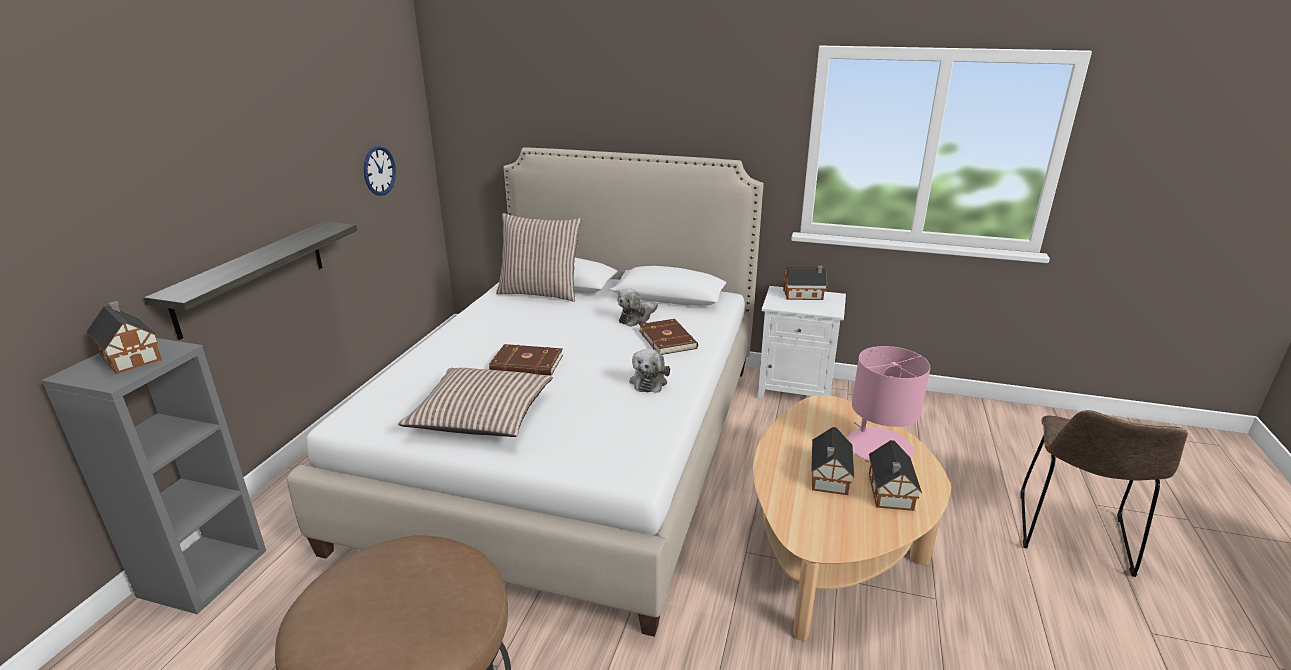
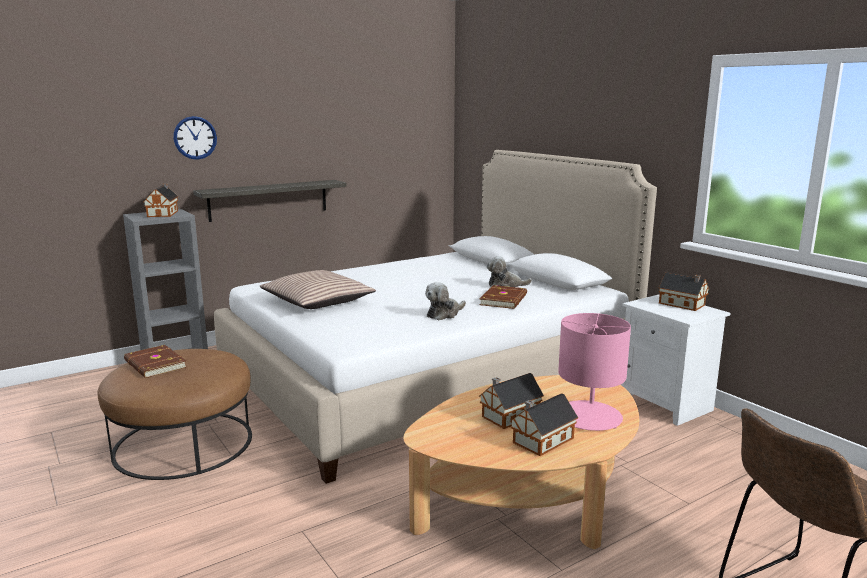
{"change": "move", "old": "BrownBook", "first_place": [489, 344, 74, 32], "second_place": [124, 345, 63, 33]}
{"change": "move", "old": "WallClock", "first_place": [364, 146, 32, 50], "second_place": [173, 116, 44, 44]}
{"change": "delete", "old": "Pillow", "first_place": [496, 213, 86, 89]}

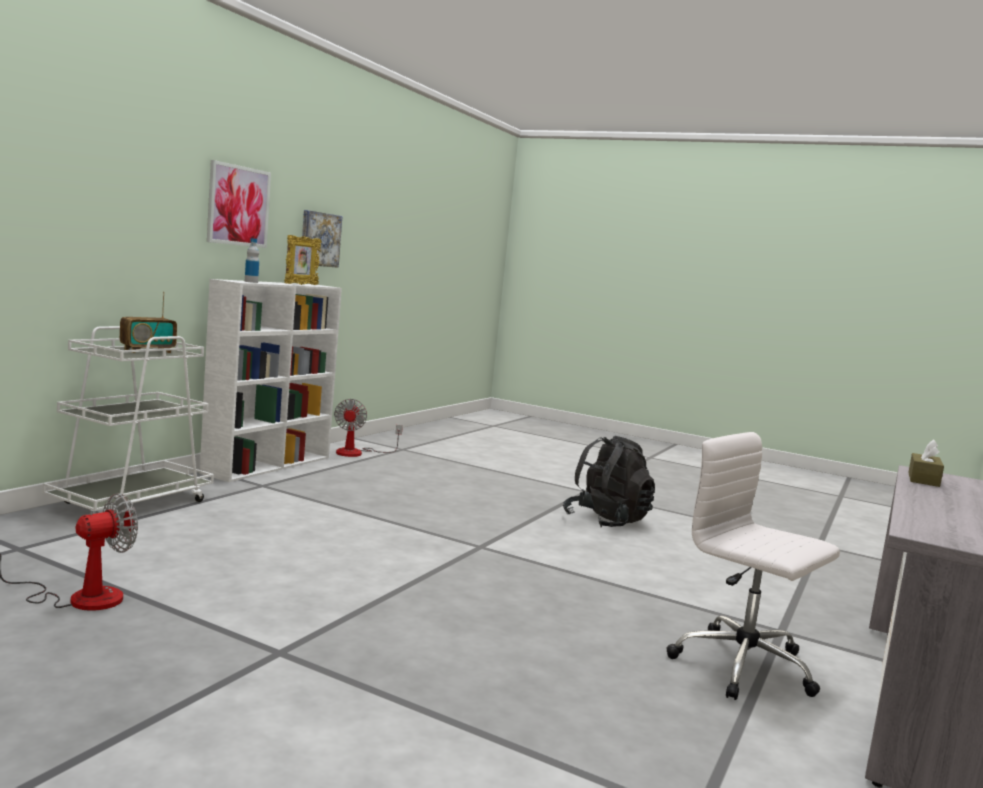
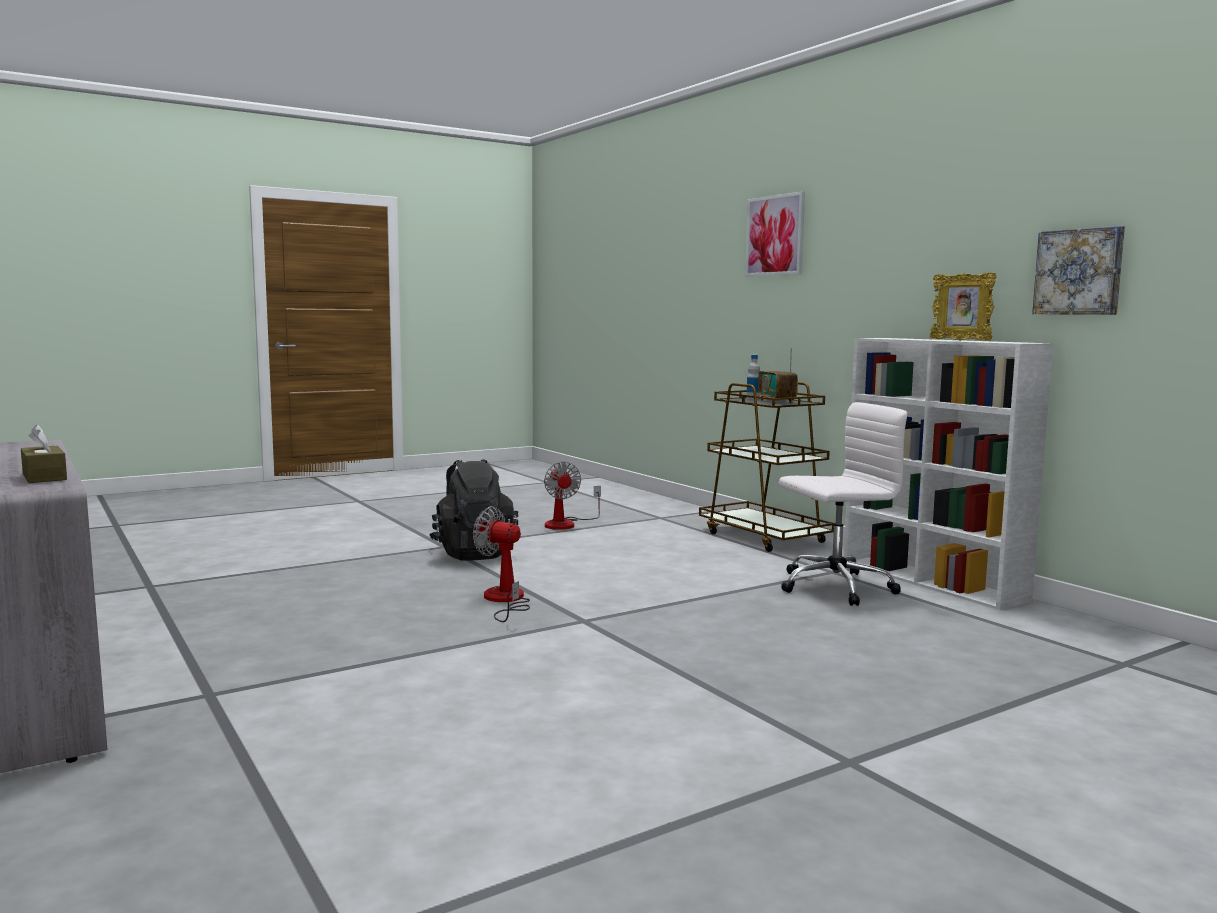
{"change": "move", "old": "BlackBackpack", "first_place": [563, 436, 92, 91], "second_place": [430, 459, 88, 102]}
{"change": "move", "old": "Fan", "first_place": [334, 399, 69, 58], "second_place": [473, 506, 57, 116]}
{"change": "recolor", "old": "WhiteCart", "new": "BrownCart", "first_place": [43, 326, 171, 185], "second_place": [699, 382, 135, 170]}
{"change": "move", "old": "Picture", "first_place": [207, 160, 64, 88], "second_place": [745, 191, 60, 86]}
{"change": "move", "old": "Bottle", "first_place": [245, 238, 14, 45], "second_place": [746, 355, 14, 44]}
{"change": "move", "old": "WhiteOfficeChair", "first_place": [666, 432, 174, 268], "second_place": [779, 402, 128, 204]}

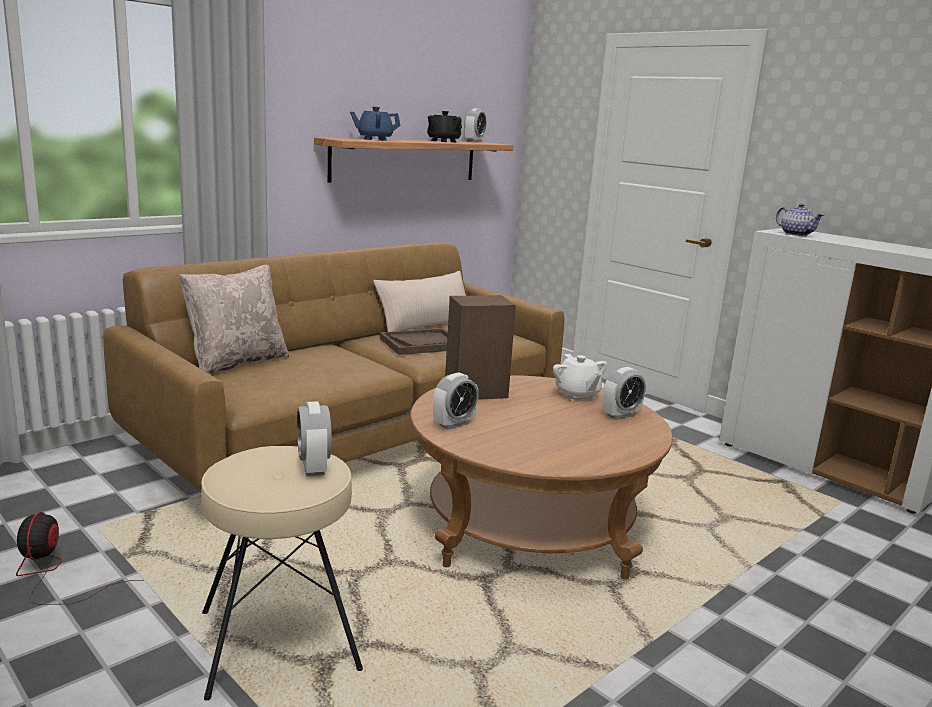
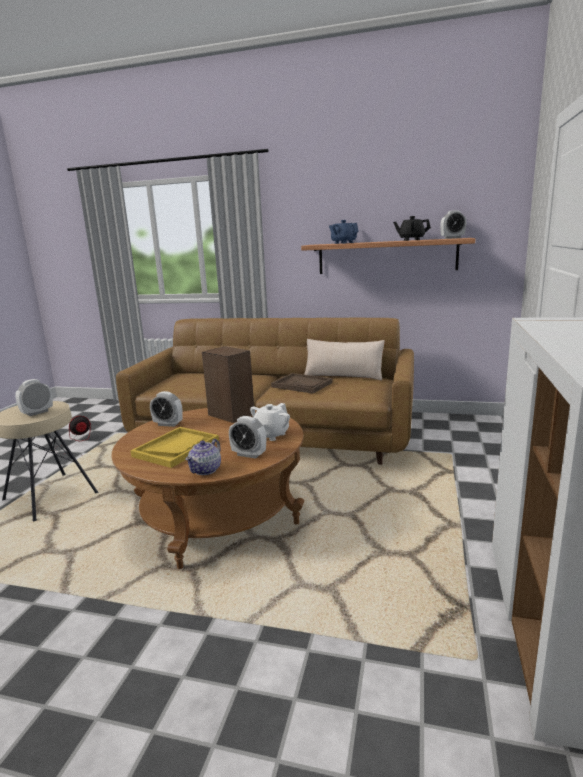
{"change": "insert", "new": "YellowTray", "second_place": [130, 427, 89, 41]}
{"change": "move", "old": "Teapot", "first_place": [776, 203, 48, 33], "second_place": [185, 439, 36, 36]}
{"change": "delete", "old": "BeigePillow", "first_place": [180, 265, 109, 108]}

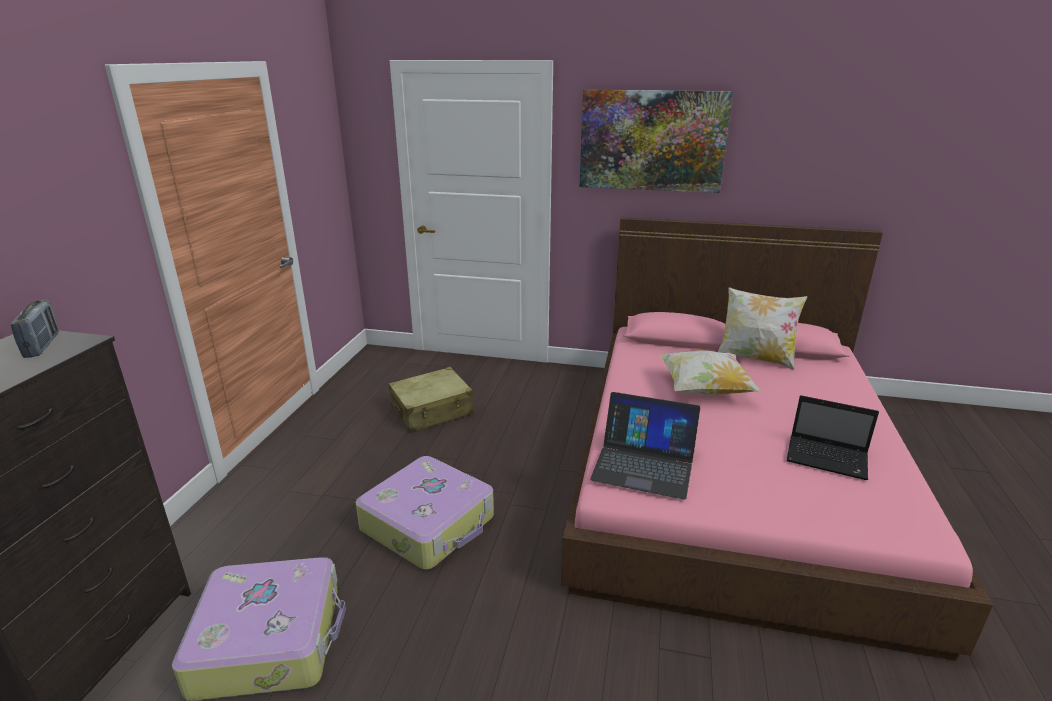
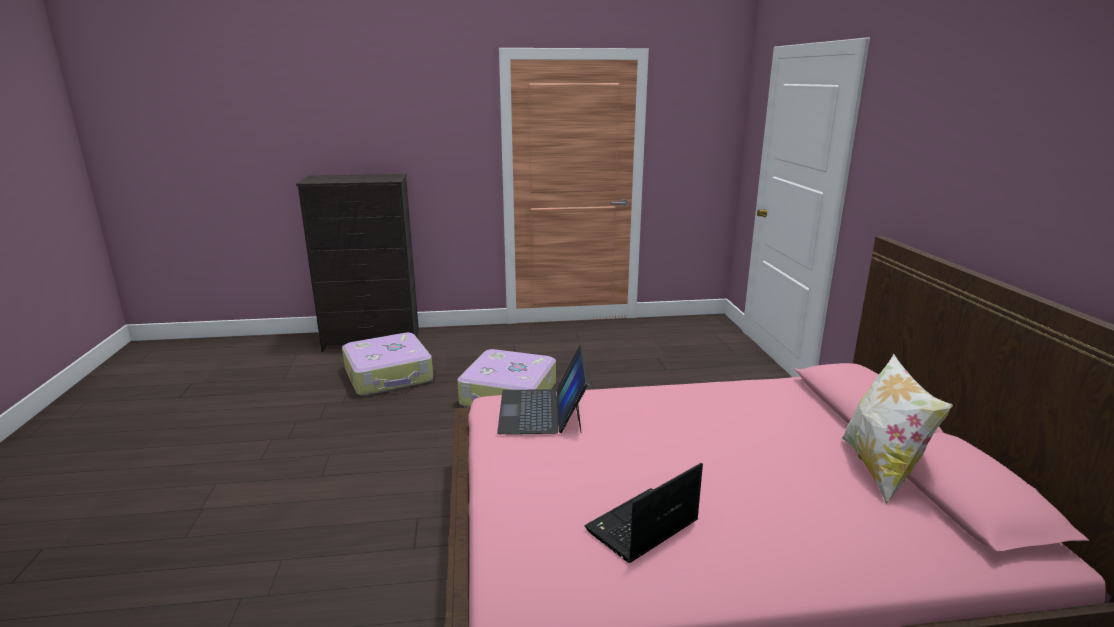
{"change": "rotate", "old": "Laptop", "first_place": [787, 395, 92, 85], "second_place": [585, 463, 118, 100], "degrees": 45}
{"change": "delete", "old": "Radio", "first_place": [10, 300, 49, 58]}
{"change": "delete", "old": "BeigeSuitcase", "first_place": [388, 367, 86, 66]}
{"change": "delete", "old": "Picture", "first_place": [580, 89, 153, 104]}
{"change": "delete", "old": "Pillow", "first_place": [659, 350, 102, 45]}

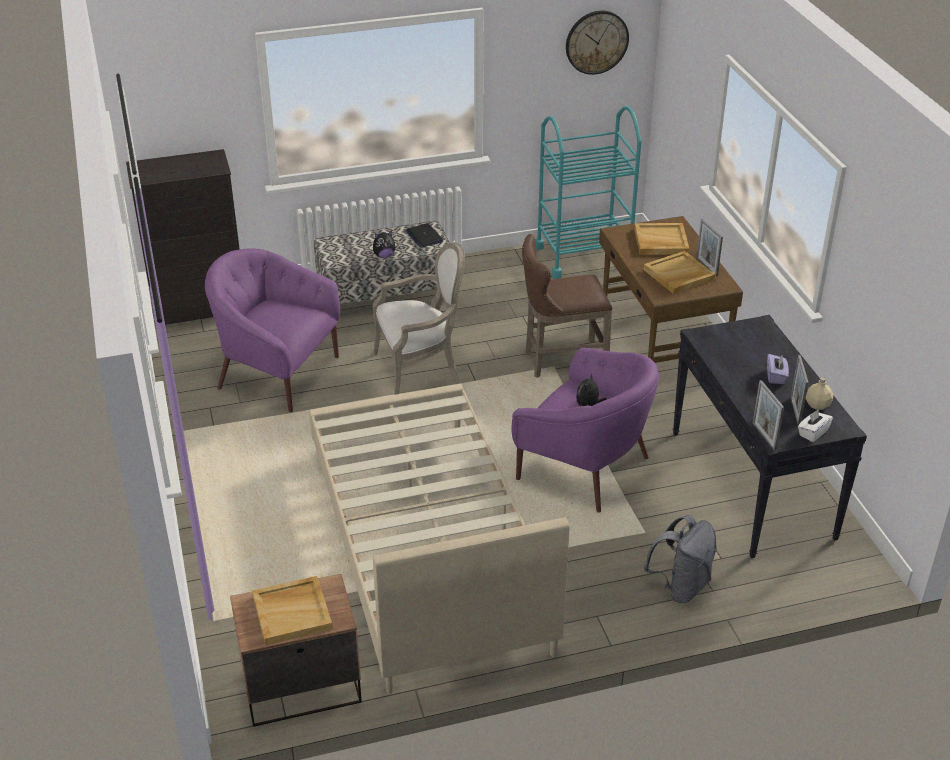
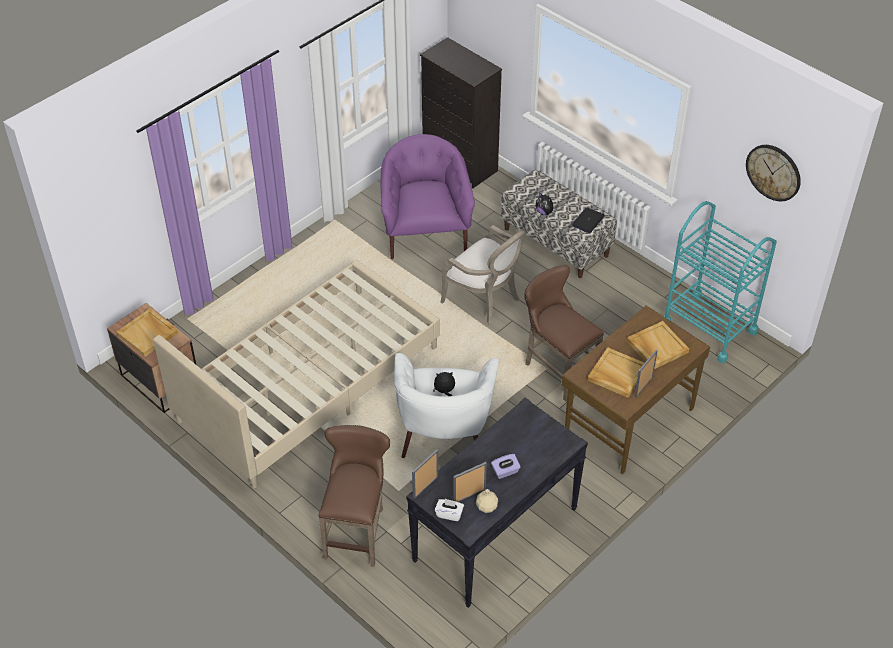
{"change": "replace", "old": "GreyBackpack", "new": "BrownStool", "first_place": [644, 515, 73, 88], "second_place": [319, 425, 71, 142]}
{"change": "recolor", "old": "PurpleArmchair", "new": "WhiteArmchair", "first_place": [511, 348, 148, 165], "second_place": [394, 353, 105, 105]}

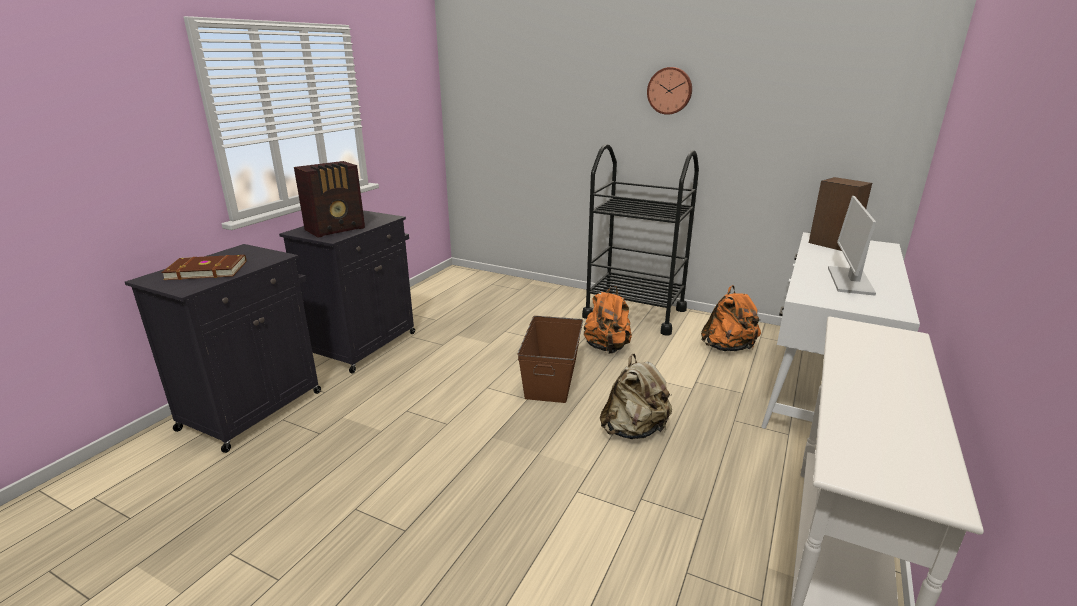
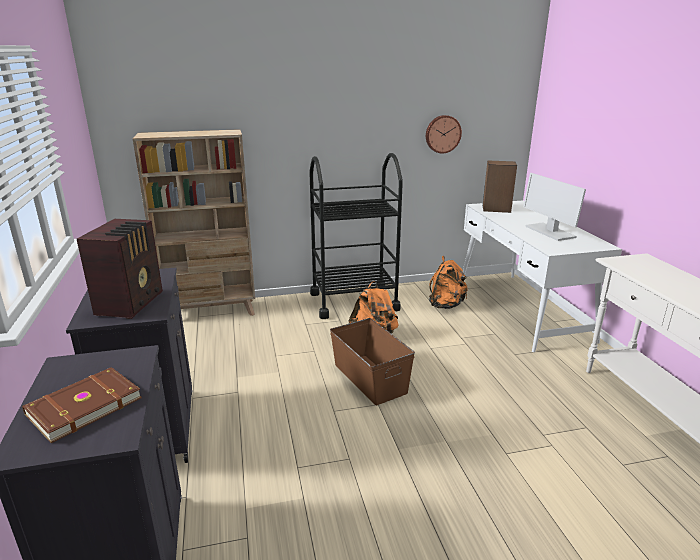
{"change": "insert", "new": "BeigeBookcase", "second_place": [133, 129, 122, 187]}
{"change": "move", "old": "WallClock", "first_place": [647, 67, 45, 48], "second_place": [426, 115, 36, 39]}
{"change": "delete", "old": "BeigeBackpack", "first_place": [600, 354, 72, 85]}

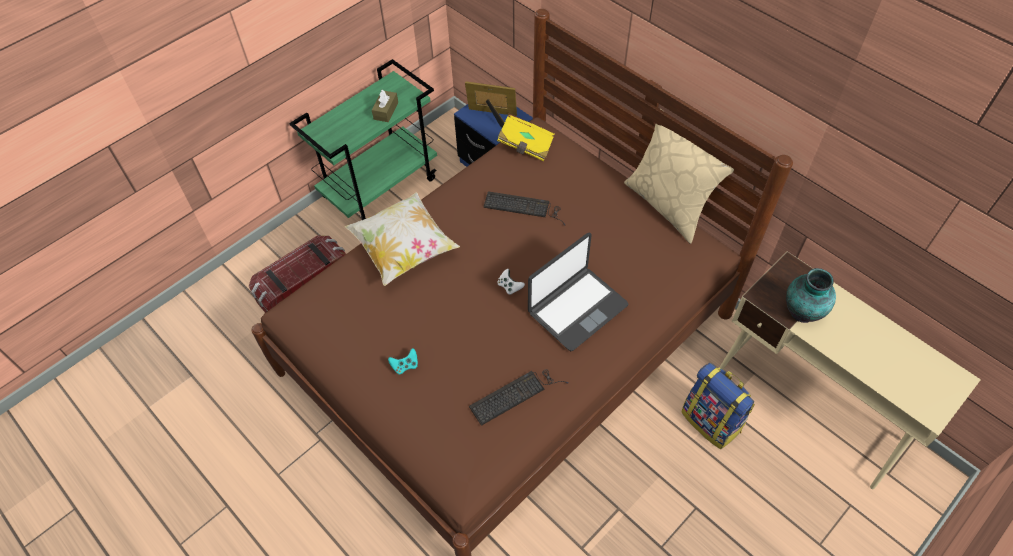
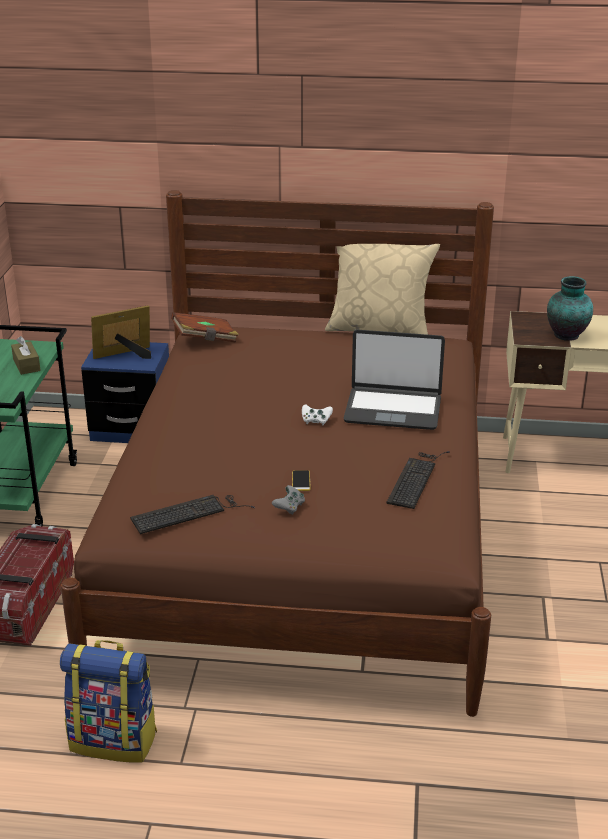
{"change": "move", "old": "Backpack", "first_place": [681, 363, 74, 86], "second_place": [60, 640, 97, 123]}
{"change": "move", "old": "Keyboard", "first_place": [483, 191, 82, 34], "second_place": [130, 495, 125, 39]}
{"change": "recolor", "old": "YellowBook", "new": "BrownBook", "first_place": [497, 113, 57, 48], "second_place": [171, 312, 68, 31]}
{"change": "recolor", "old": "TurquoiseGameController", "new": "GreyGameController", "first_place": [388, 348, 30, 26], "second_place": [272, 485, 33, 30]}
{"change": "insert", "new": "Phone", "second_place": [292, 470, 19, 21]}
{"change": "rotate", "old": "Laptop", "first_place": [528, 233, 100, 118], "second_place": [343, 330, 102, 100], "degrees": 90}
{"change": "delete", "old": "Pillow", "first_place": [345, 192, 115, 94]}

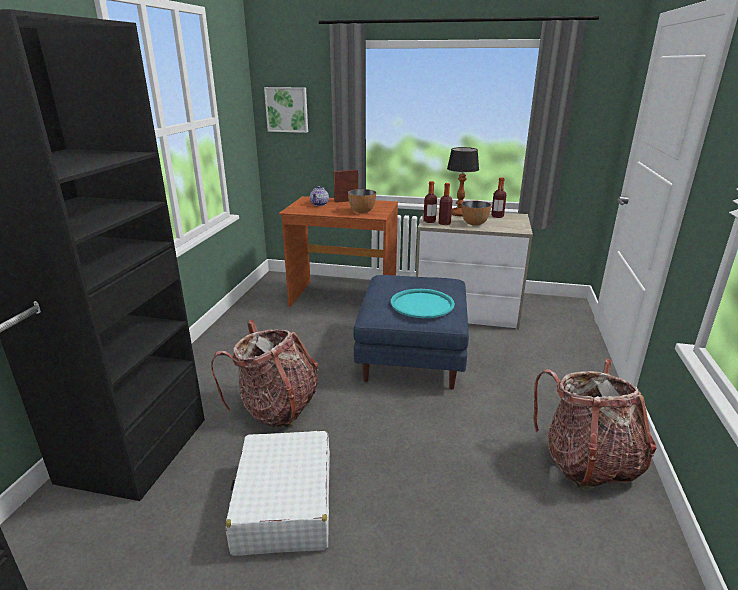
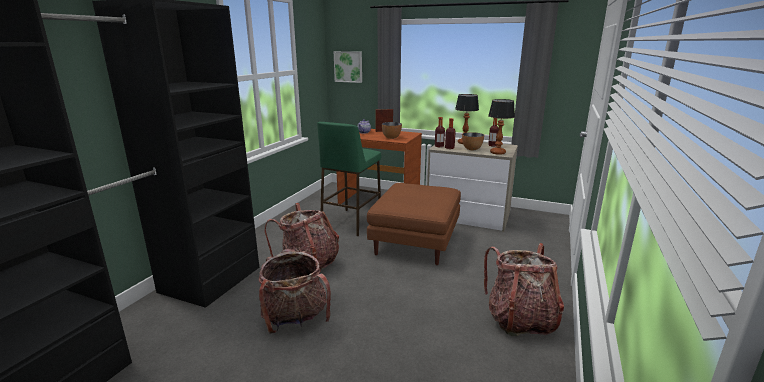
{"change": "replace", "old": "WhiteSuitcase", "new": "Backpack", "first_place": [226, 431, 104, 125], "second_place": [259, 249, 72, 85]}
{"change": "insert", "new": "GreenStool", "second_place": [317, 122, 64, 114]}
{"change": "recolor", "old": "BlueOttoman", "new": "BrownOttoman", "first_place": [353, 275, 116, 114], "second_place": [367, 183, 94, 82]}
{"change": "insert", "new": "TableLamp", "second_place": [488, 99, 27, 56]}
{"change": "delete", "old": "TurquoiseTray", "first_place": [391, 289, 64, 29]}

